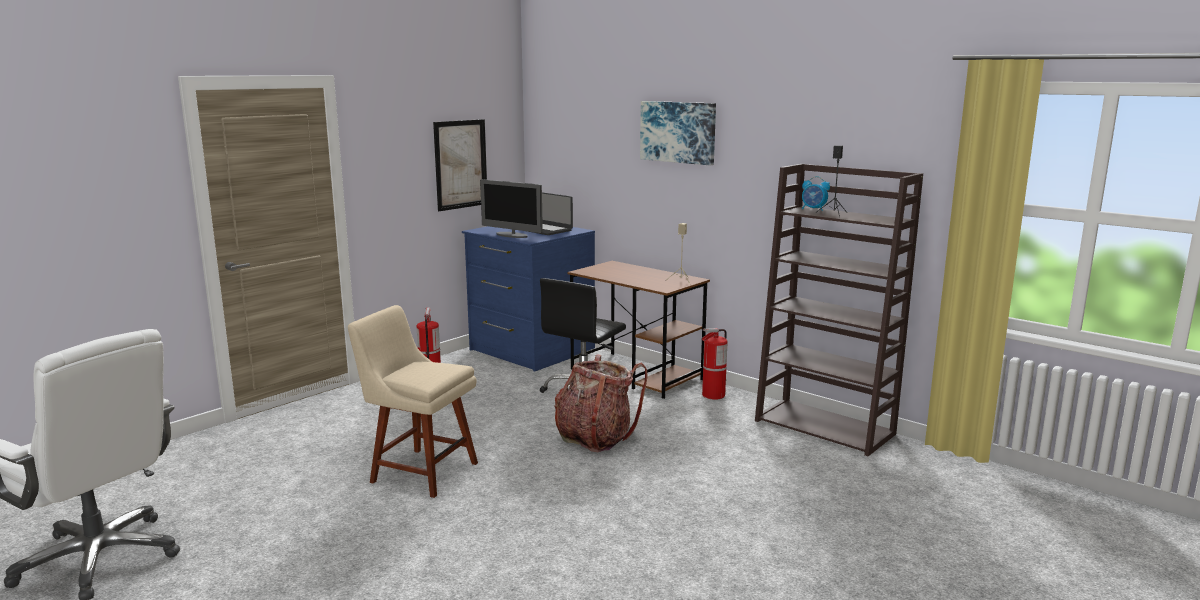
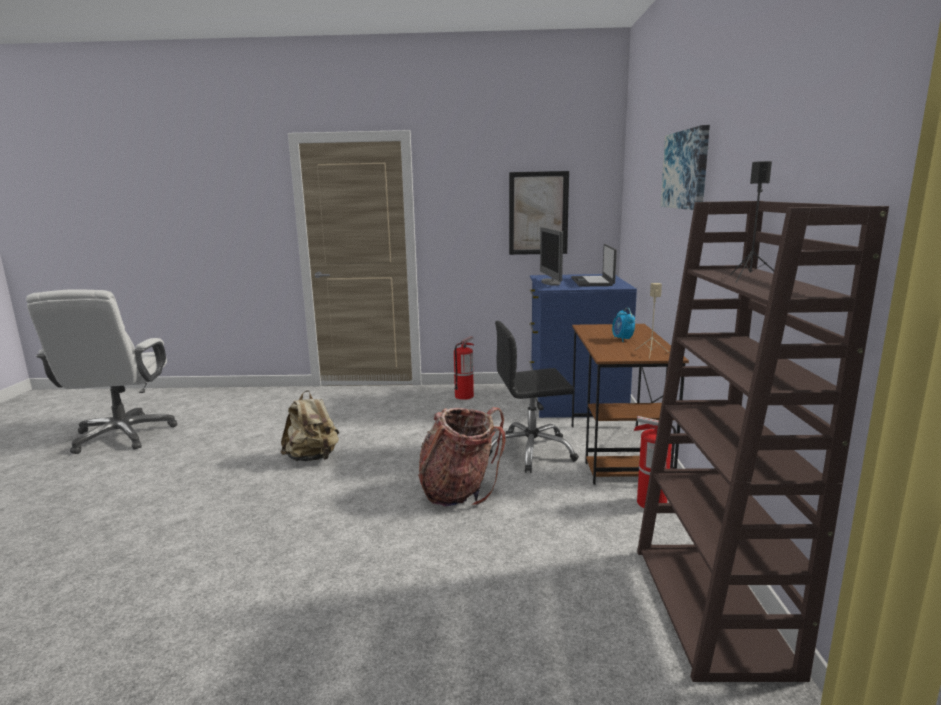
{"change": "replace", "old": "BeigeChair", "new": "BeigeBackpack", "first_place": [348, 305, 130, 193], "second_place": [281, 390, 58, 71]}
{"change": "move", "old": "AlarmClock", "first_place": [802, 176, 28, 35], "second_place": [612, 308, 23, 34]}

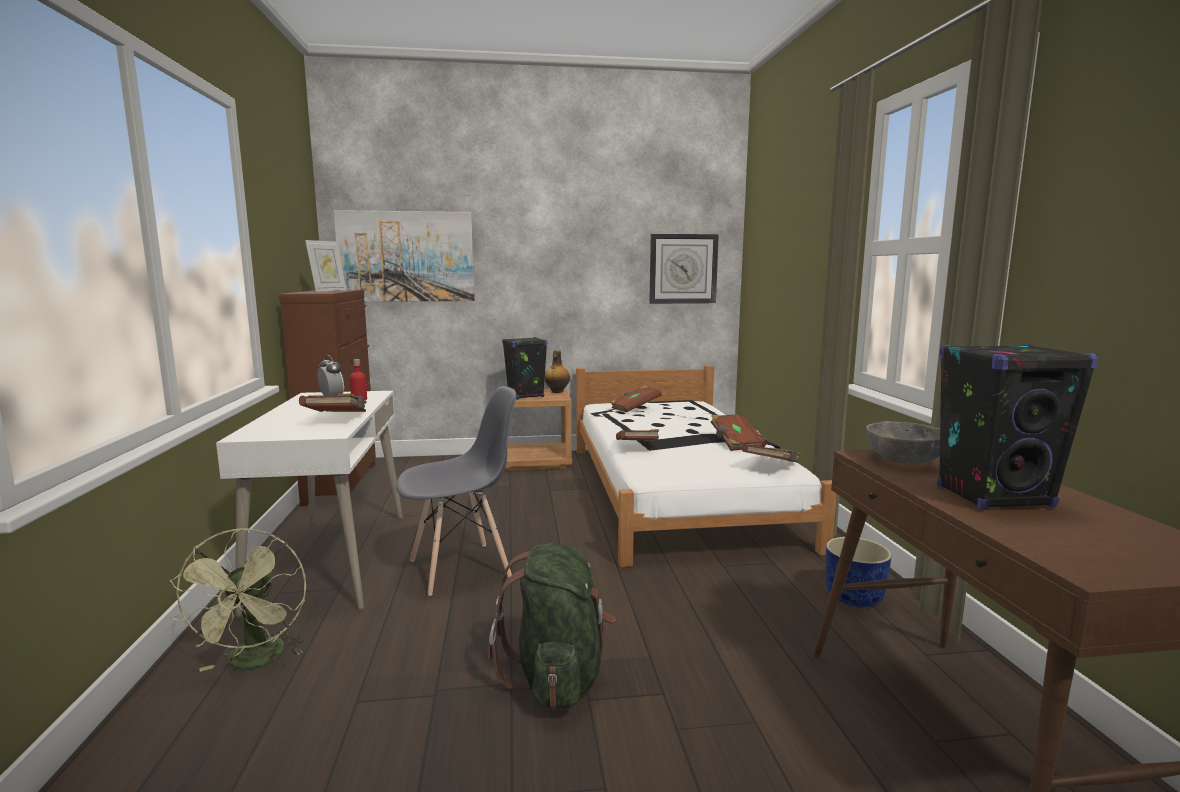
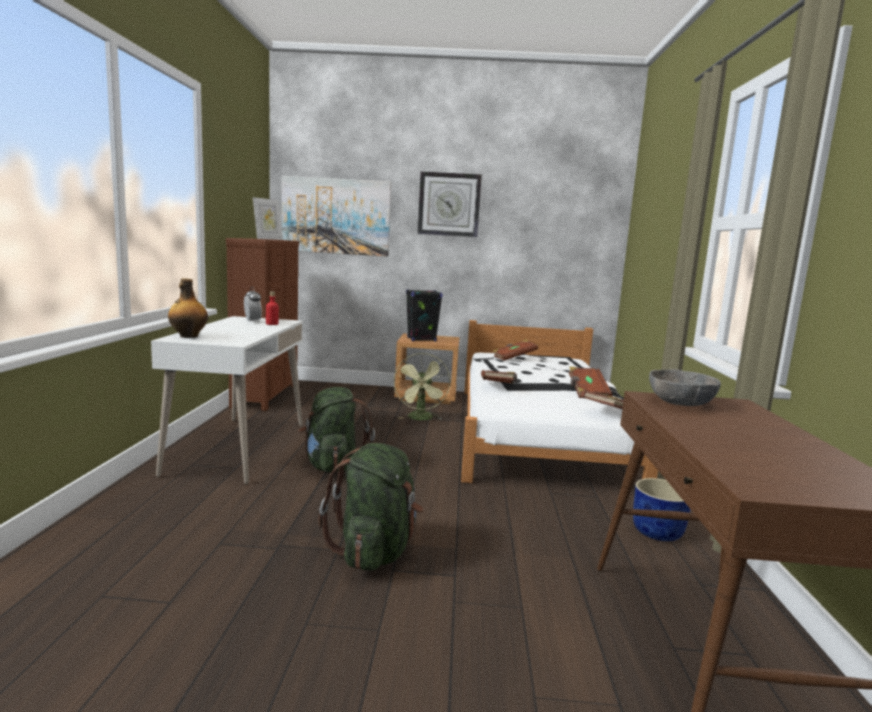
{"change": "move", "old": "Bottle", "first_place": [545, 350, 25, 43], "second_place": [168, 278, 40, 60]}
{"change": "replace", "old": "GreyChair", "new": "GreenBackpack", "first_place": [396, 386, 120, 210], "second_place": [298, 387, 77, 85]}
{"change": "move", "old": "GreenFan", "first_place": [170, 528, 136, 144], "second_place": [394, 353, 56, 67]}
{"change": "move", "old": "WallClock", "first_place": [649, 234, 70, 70], "second_place": [418, 171, 64, 66]}
{"change": "delete", "old": "BrownBook", "first_place": [299, 393, 68, 19]}
{"change": "delete", "old": "BlackSpeaker", "first_place": [937, 343, 161, 167]}

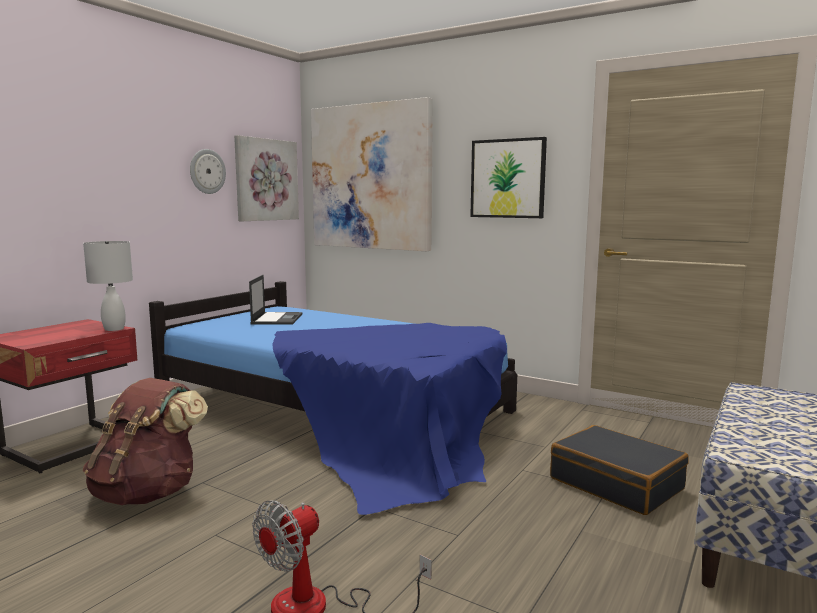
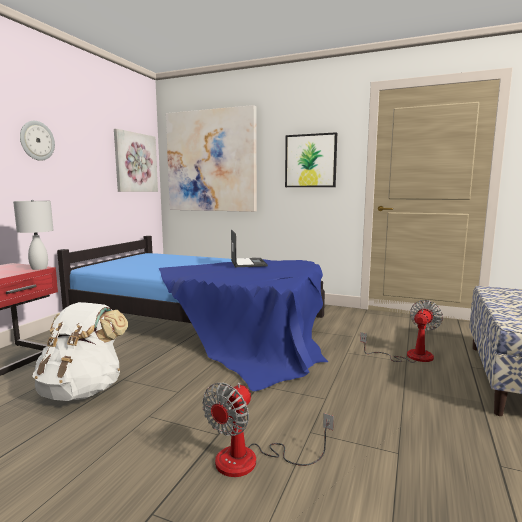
{"change": "move", "old": "WallClock", "first_place": [190, 149, 36, 45], "second_place": [20, 121, 35, 40]}
{"change": "recolor", "old": "BrownBackpack", "new": "WhiteBackpack", "first_place": [83, 378, 125, 127], "second_place": [33, 302, 95, 99]}
{"change": "move", "old": "Laptop", "first_place": [249, 275, 53, 50], "second_place": [231, 229, 37, 38]}
{"change": "replace", "old": "BlackSuitcase", "new": "Fan", "first_place": [550, 425, 139, 90], "second_place": [360, 300, 83, 63]}

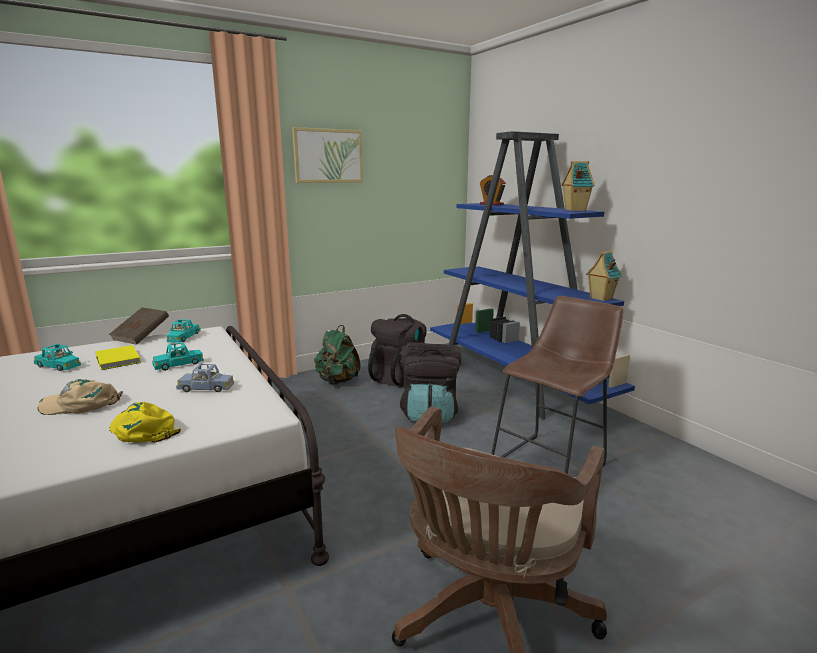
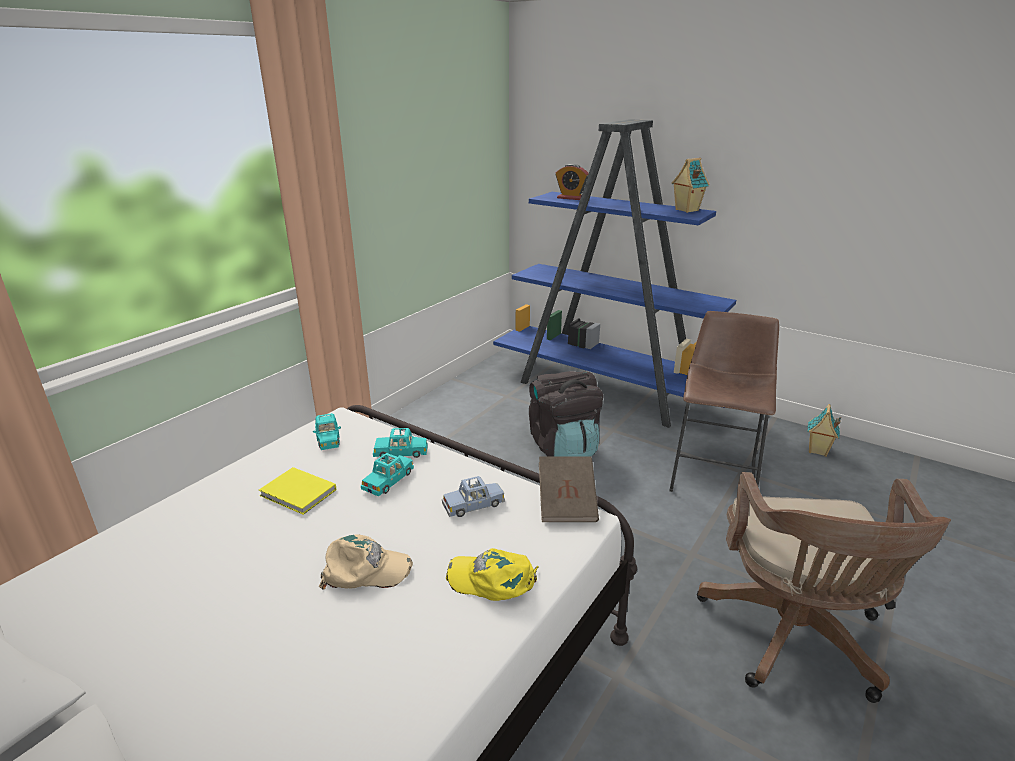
{"change": "rotate", "old": "BeigeCap", "first_place": [37, 379, 86, 36], "second_place": [319, 535, 94, 54], "degrees": -150}
{"change": "move", "old": "TurquoiseToyCar", "first_place": [34, 344, 47, 27], "second_place": [373, 428, 55, 31]}
{"change": "move", "old": "BrownBook", "first_place": [109, 307, 60, 38], "second_place": [539, 456, 60, 66]}
{"change": "move", "old": "ToyHouse", "first_place": [586, 251, 36, 50], "second_place": [807, 404, 34, 53]}
{"change": "delete", "old": "Picture", "first_place": [292, 127, 71, 56]}
{"change": "delete", "old": "GreenBackpack", "first_place": [314, 325, 47, 60]}
{"change": "delete", "old": "BlackBackpack", "first_place": [368, 314, 58, 73]}

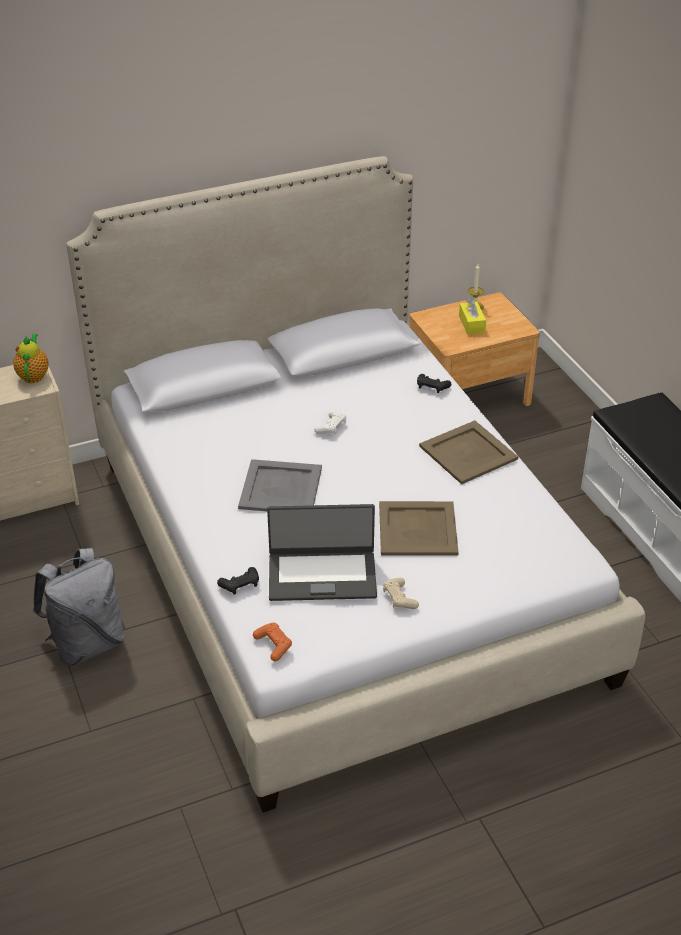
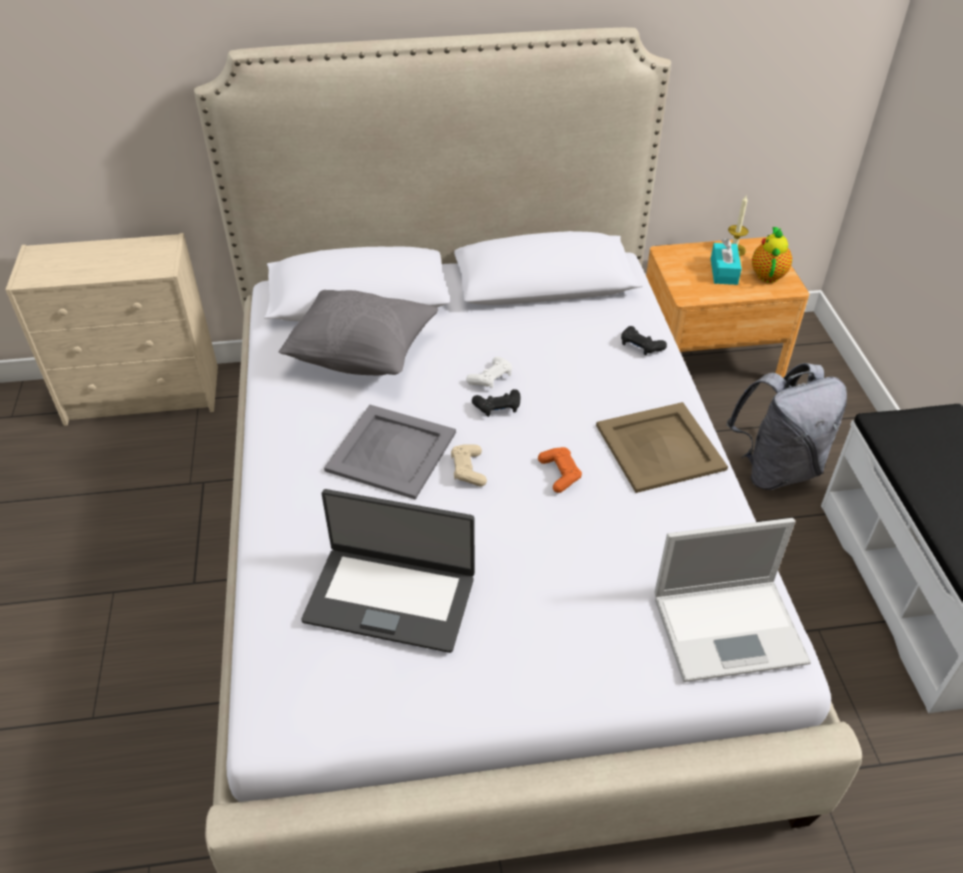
{"change": "insert", "new": "GreyPillow", "second_place": [279, 290, 160, 85]}
{"change": "move", "old": "BeigeGameController", "first_place": [383, 578, 36, 31], "second_place": [451, 444, 36, 42]}
{"change": "move", "old": "BlackGameController", "first_place": [217, 567, 42, 28], "second_place": [472, 389, 49, 28]}
{"change": "move", "old": "OrangeGameController", "first_place": [253, 623, 39, 38], "second_place": [538, 447, 44, 46]}
{"change": "insert", "new": "Laptop", "second_place": [654, 518, 157, 164]}
{"change": "recolor", "old": "YellowTissueBox", "new": "TurquoiseTissueBox", "first_place": [459, 299, 27, 36], "second_place": [711, 239, 31, 46]}
{"change": "move", "old": "GreyBackpack", "first_place": [33, 548, 91, 118], "second_place": [726, 363, 121, 127]}
{"change": "move", "old": "Teapot", "first_place": [13, 334, 35, 49], "second_place": [752, 227, 40, 56]}
{"change": "delete", "old": "BeigeTray", "first_place": [379, 501, 80, 55]}

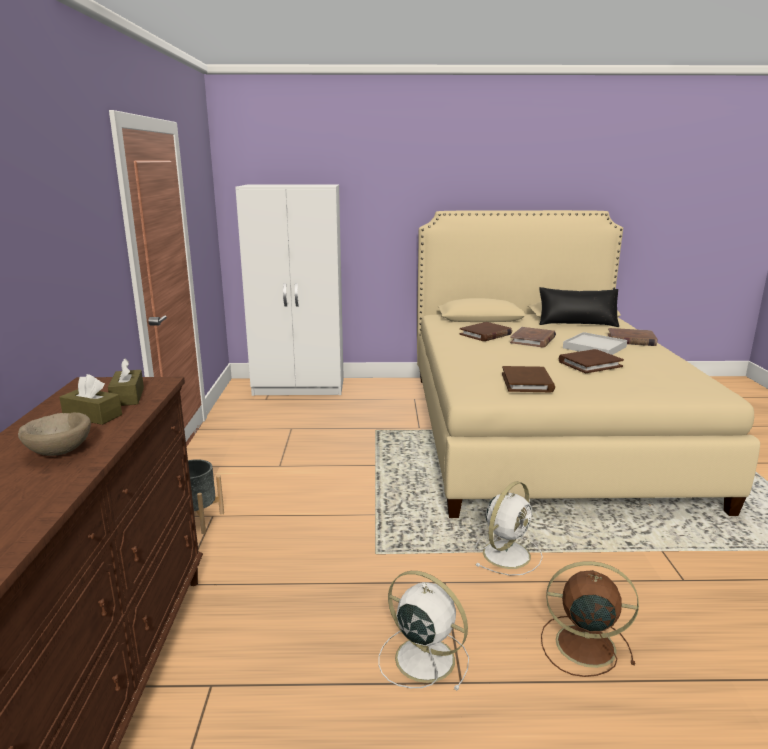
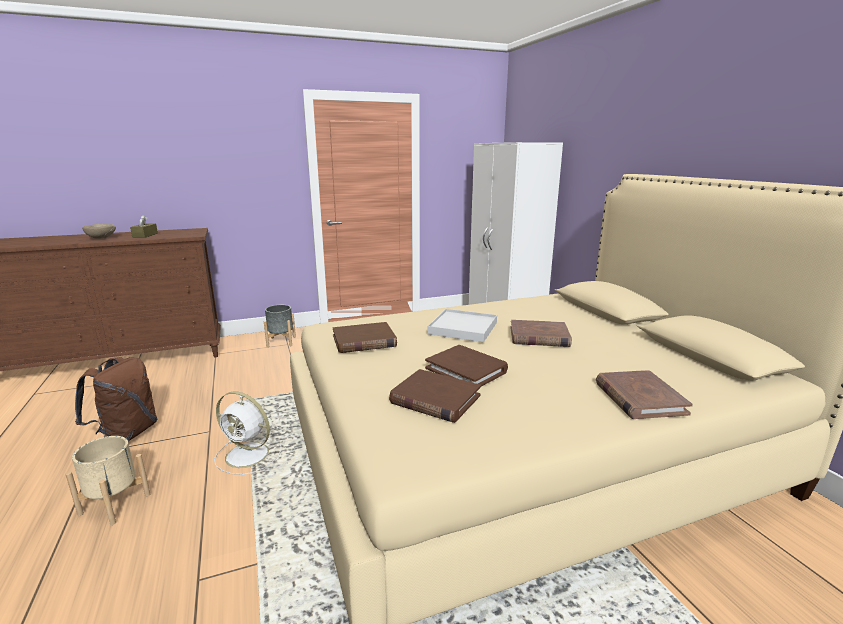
{"change": "replace", "old": "BrownFan", "new": "BeigePlanter", "first_place": [541, 561, 98, 116], "second_place": [65, 436, 85, 89]}
{"change": "replace", "old": "WhiteFan", "new": "BrownBackpack", "first_place": [378, 571, 91, 120], "second_place": [75, 357, 82, 84]}
{"change": "move", "old": "BrownBook", "first_place": [459, 322, 53, 19], "second_place": [389, 369, 92, 54]}
{"change": "move", "old": "WhiteTray", "first_place": [563, 332, 64, 23], "second_place": [427, 309, 70, 33]}
{"change": "delete", "old": "BrownTissueBox", "first_place": [108, 358, 36, 48]}
{"change": "delete", "old": "BlackPillow", "first_place": [539, 287, 80, 40]}

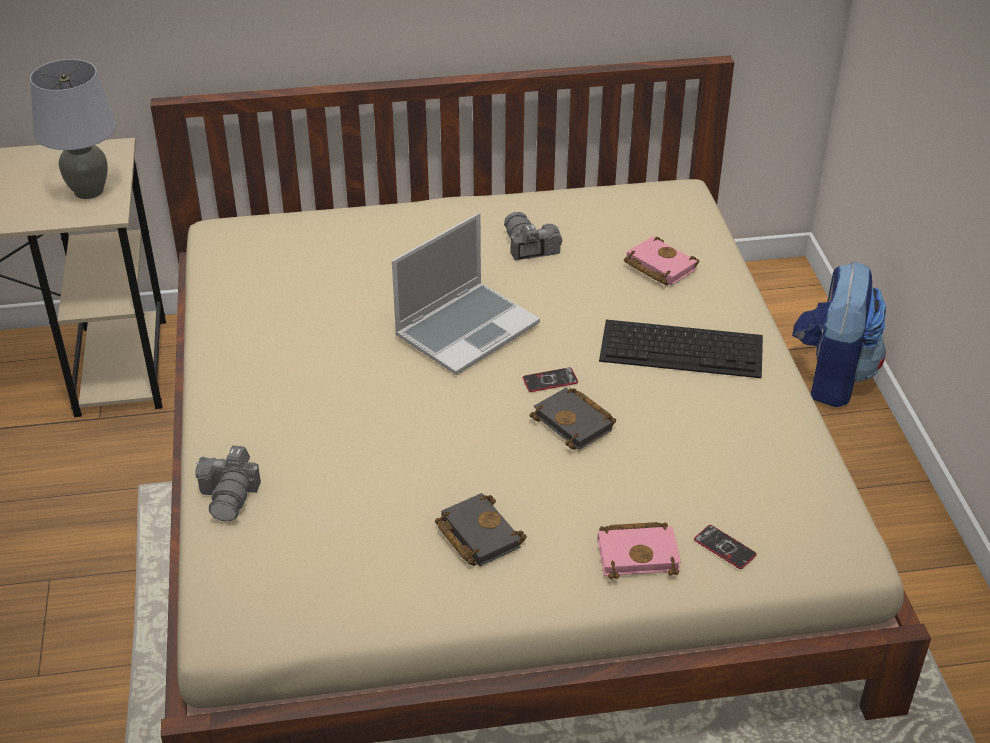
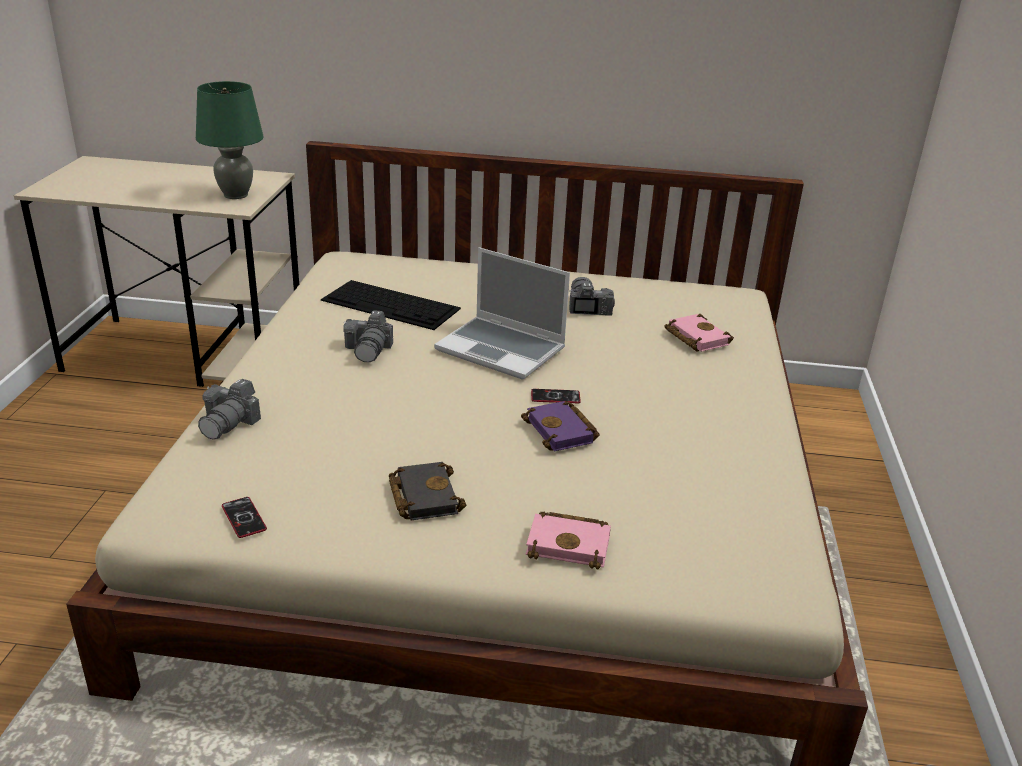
{"change": "recolor", "old": "GreyTableLamp", "new": "GreenTableLamp", "first_place": [30, 59, 86, 140], "second_place": [196, 81, 68, 118]}
{"change": "move", "old": "Phone", "first_place": [694, 525, 63, 44], "second_place": [222, 497, 45, 41]}
{"change": "move", "old": "Keyboard", "first_place": [599, 319, 164, 59], "second_place": [321, 280, 140, 50]}
{"change": "insert", "new": "PhotoCamera", "second_place": [343, 310, 50, 52]}
{"change": "rotate", "old": "Laptop", "first_place": [392, 213, 148, 162], "second_place": [434, 247, 136, 133], "degrees": 60}
{"change": "recolor", "old": "BlackBook", "new": "PurpleBook", "first_place": [529, 388, 87, 62], "second_place": [521, 401, 79, 51]}
{"change": "delete", "old": "Backpack", "first_place": [792, 261, 94, 146]}

